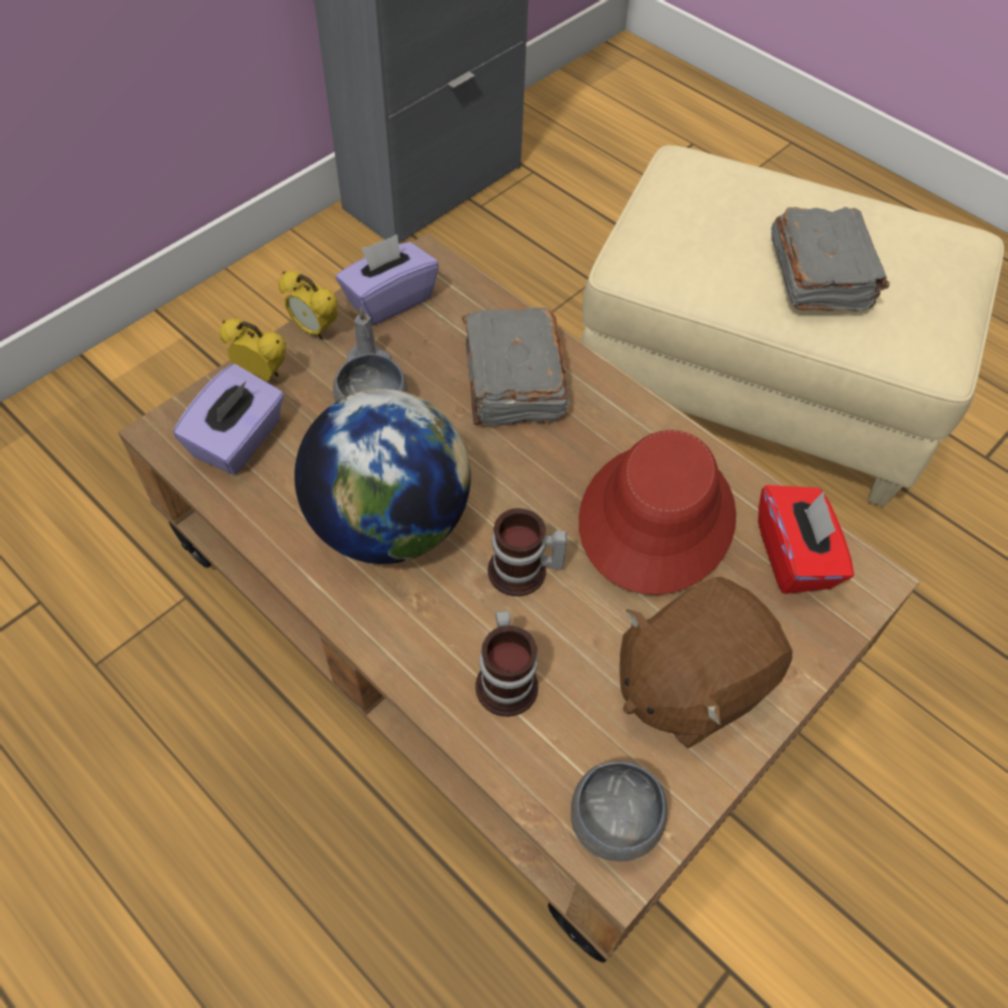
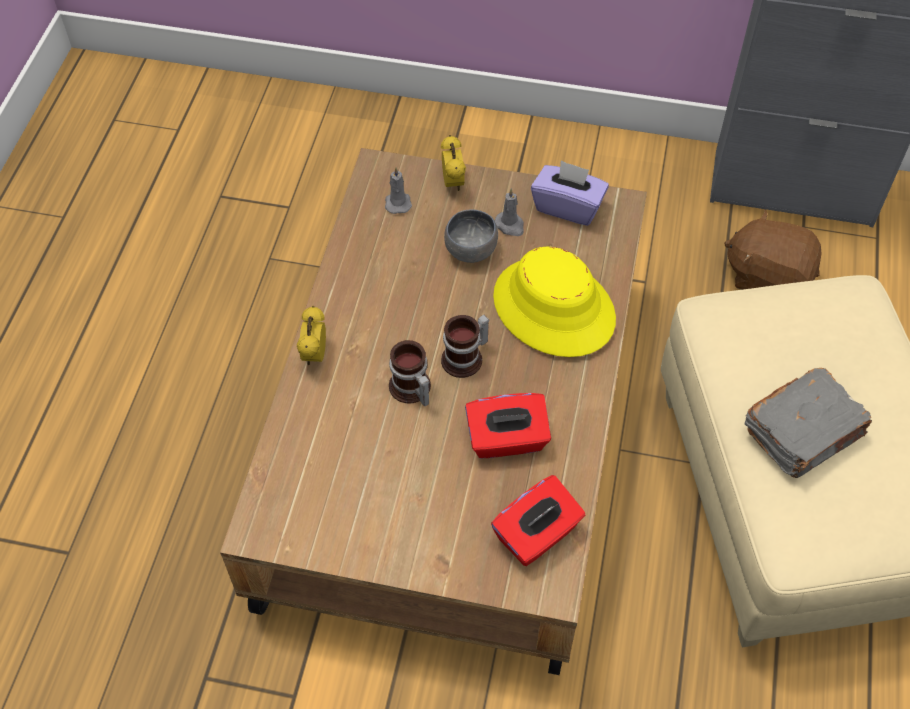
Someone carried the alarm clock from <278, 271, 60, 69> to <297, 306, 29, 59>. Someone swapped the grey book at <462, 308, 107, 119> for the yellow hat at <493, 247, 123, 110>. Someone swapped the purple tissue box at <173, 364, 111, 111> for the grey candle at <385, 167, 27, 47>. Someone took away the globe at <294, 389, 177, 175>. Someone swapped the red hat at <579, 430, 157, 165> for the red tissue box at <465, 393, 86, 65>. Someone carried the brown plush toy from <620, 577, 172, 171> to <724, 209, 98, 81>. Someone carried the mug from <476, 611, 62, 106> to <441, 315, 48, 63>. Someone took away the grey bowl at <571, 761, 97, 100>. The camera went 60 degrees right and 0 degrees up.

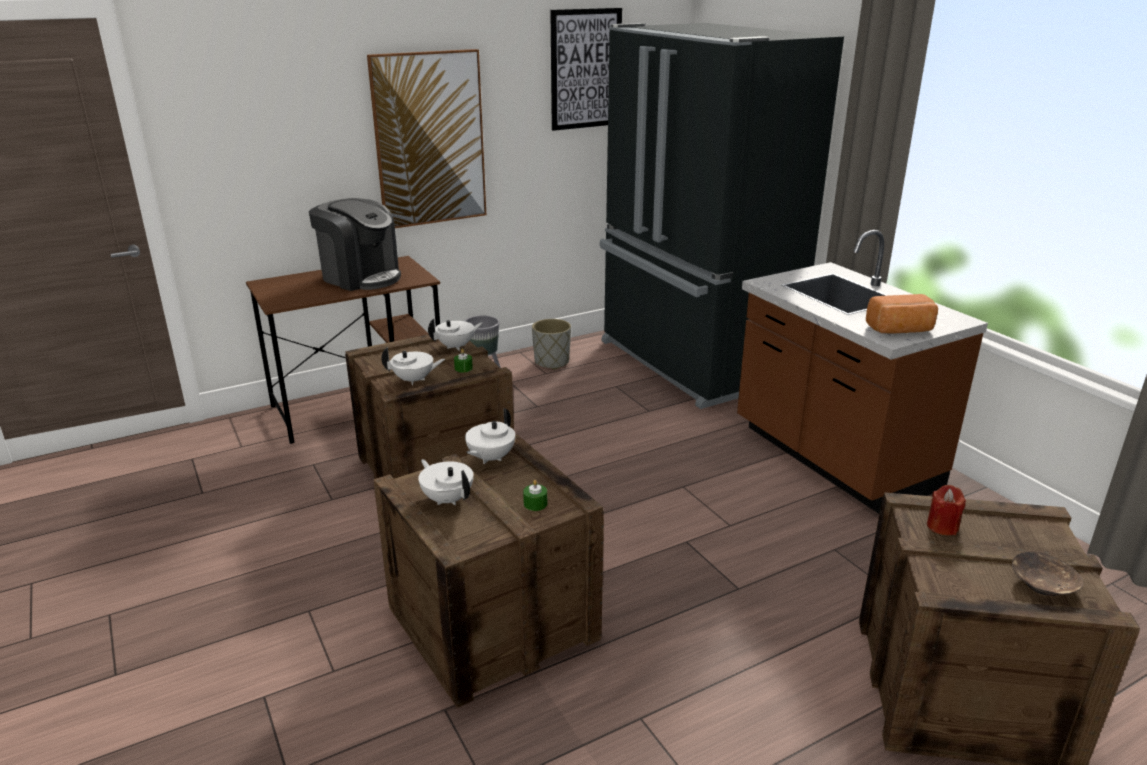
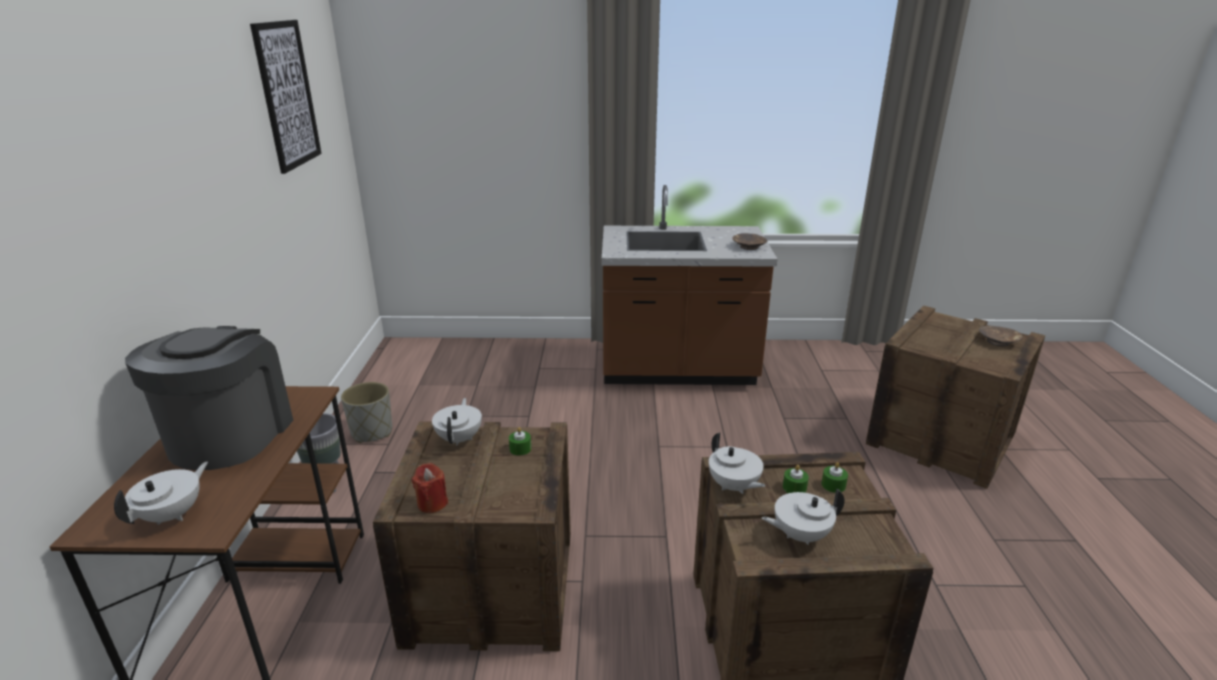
Someone took away the black fridge at <600, 23, 244, 386>. Someone took away the picture at <367, 49, 119, 179>. Someone rotated the coffee machine at <309, 198, 92, 93> by 60 degrees counterclockwise. Someone swapped the bread at <866, 294, 72, 40> for the brown bowl at <732, 233, 35, 17>. Someone carried the white teapot from <381, 347, 64, 38> to <114, 462, 94, 63>. Someone carried the red candle from <927, 485, 39, 50> to <412, 463, 36, 50>. Someone put down the green candle at <783, 465, 26, 28>. The camera went 60 degrees left and 0 degrees up.

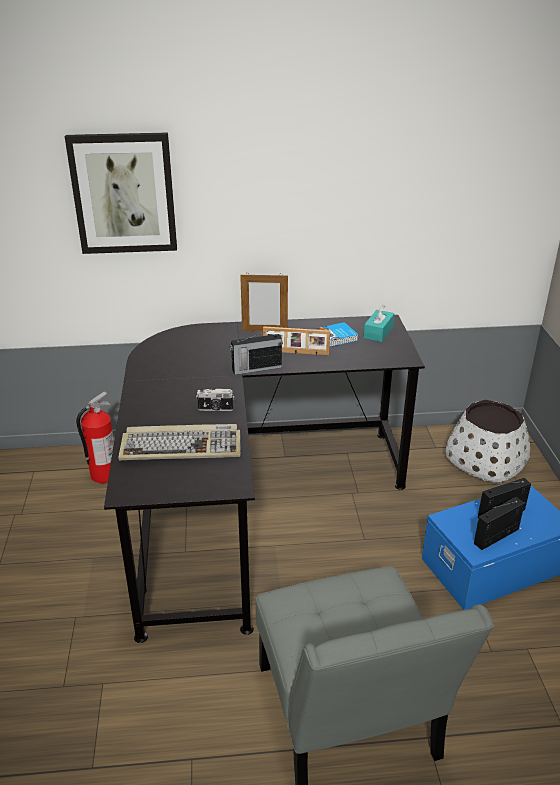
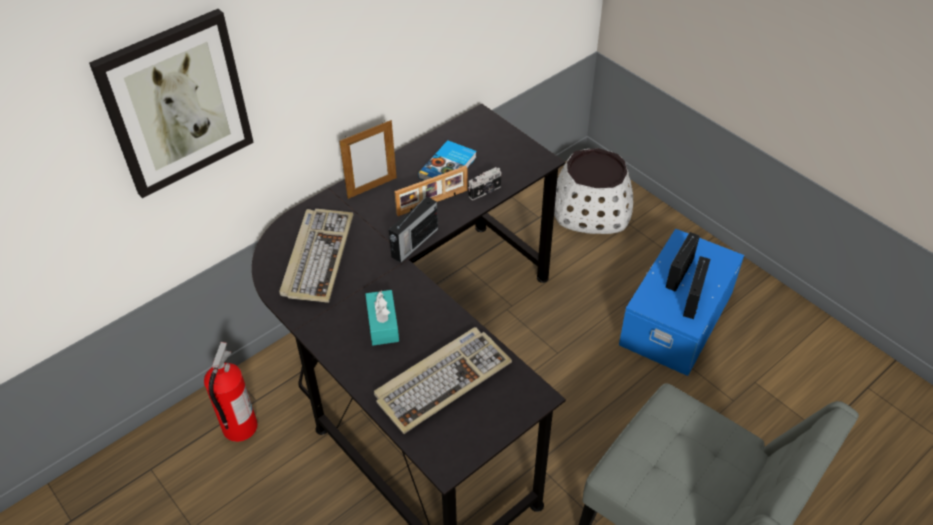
Someone carried the turquoise tissue box from <363, 304, 32, 38> to <365, 290, 34, 55>. Someone carried the photo camera from <196, 388, 38, 23> to <468, 167, 34, 33>. Someone put down the keyboard at <279, 209, 74, 94>. The camera went 35 degrees left and 15 degrees up.

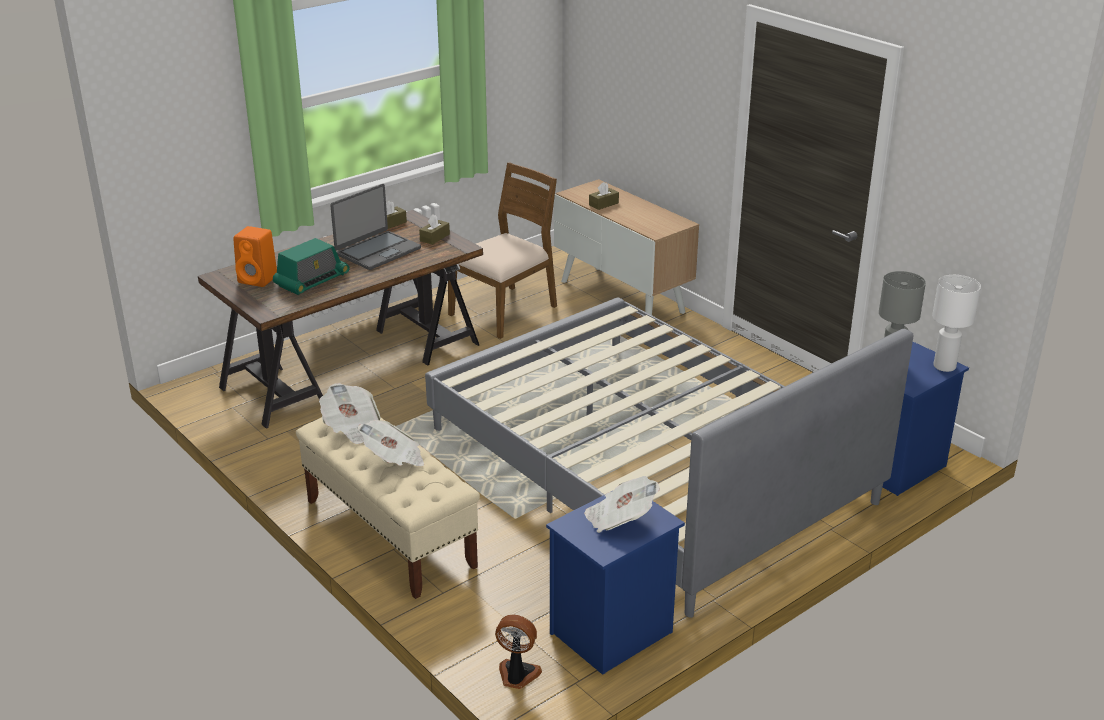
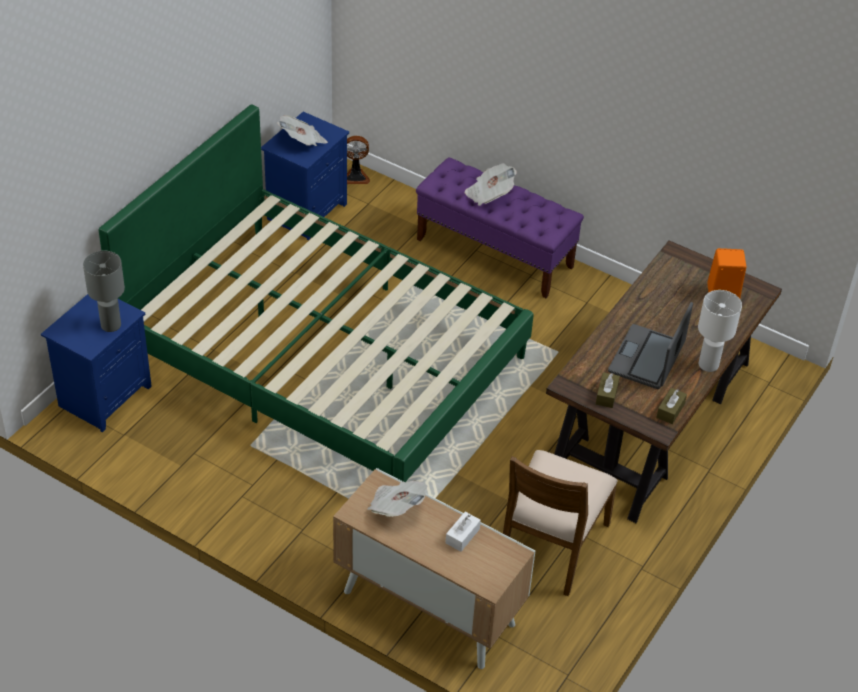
Someone repainted the brown tissue box at <589, 182, 30, 28>, which became the white tissue box at <445, 512, 36, 40>. Someone took away the radio at <273, 238, 77, 57>. Someone carried the white table lamp from <932, 275, 49, 97> to <698, 290, 44, 82>. Someone repainted the grey bed at <425, 297, 488, 321>, which became the green bed at <99, 105, 435, 377>. Someone carried the newspaper from <319, 383, 62, 61> to <367, 480, 61, 37>. Someone repainted the beige bench at <296, 417, 184, 182>, which became the purple bench at <416, 157, 168, 141>. The camera went 160 degrees right and 15 degrees up.

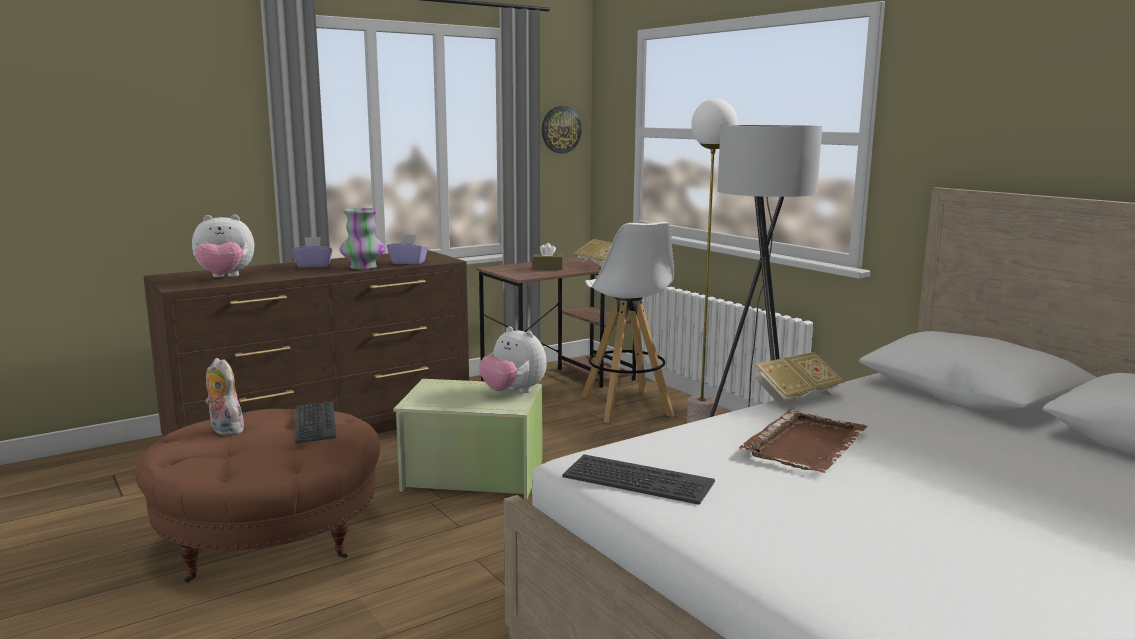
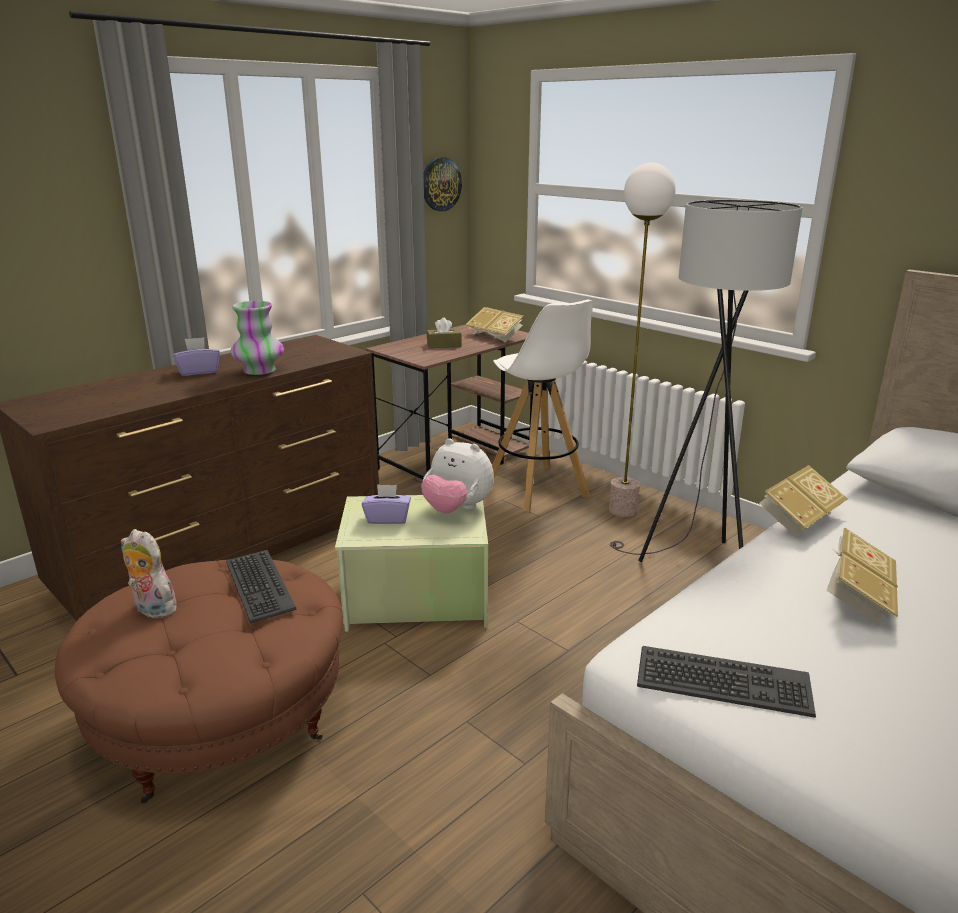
Someone took away the plush toy at <192, 214, 62, 63>. Someone carried the purple tissue box from <387, 235, 41, 30> to <362, 484, 49, 40>. Someone swapped the brown tray at <739, 409, 129, 64> for the book at <826, 527, 72, 98>. The camera went 10 degrees left and 10 degrees up.

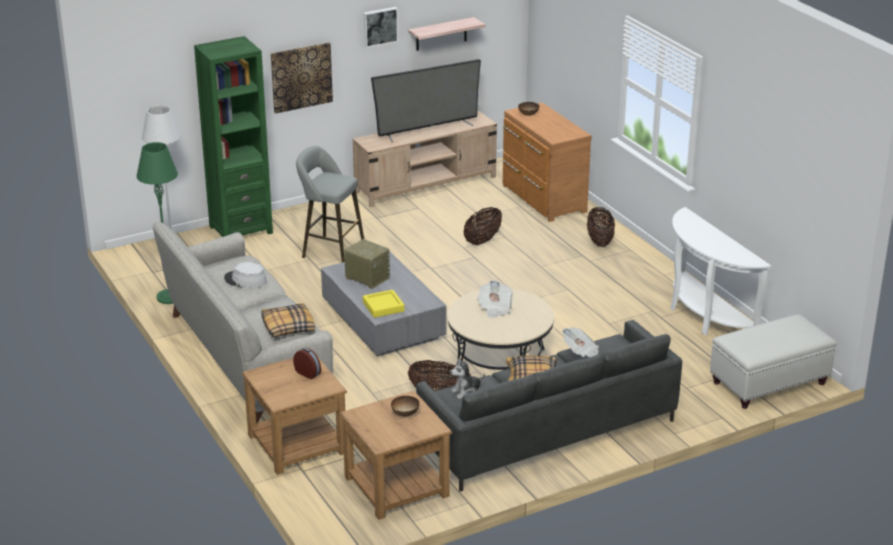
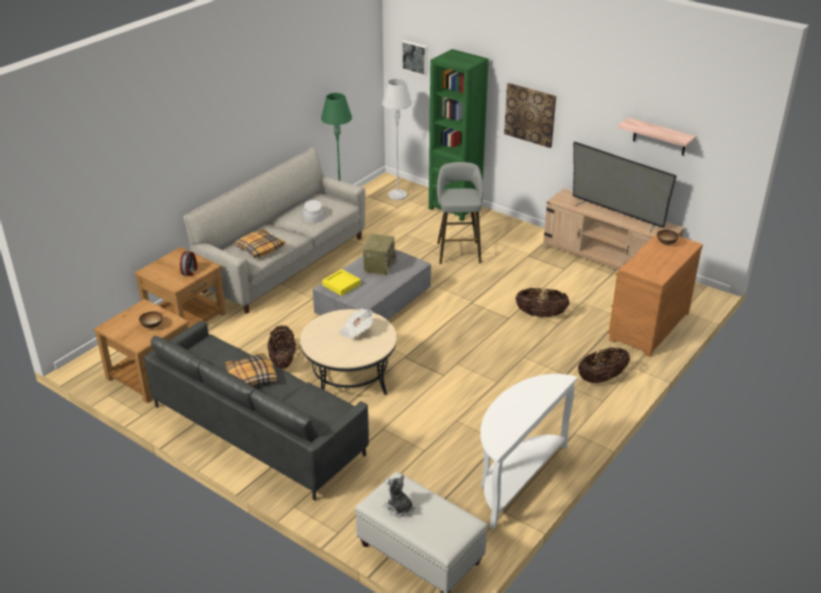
Someone carried the picture from <364, 7, 34, 41> to <402, 40, 26, 36>. Someone took away the newspaper at <562, 327, 37, 30>. Someone carried the plush toy from <450, 358, 35, 41> to <383, 474, 32, 43>. The camera went 65 degrees right and 5 degrees up.

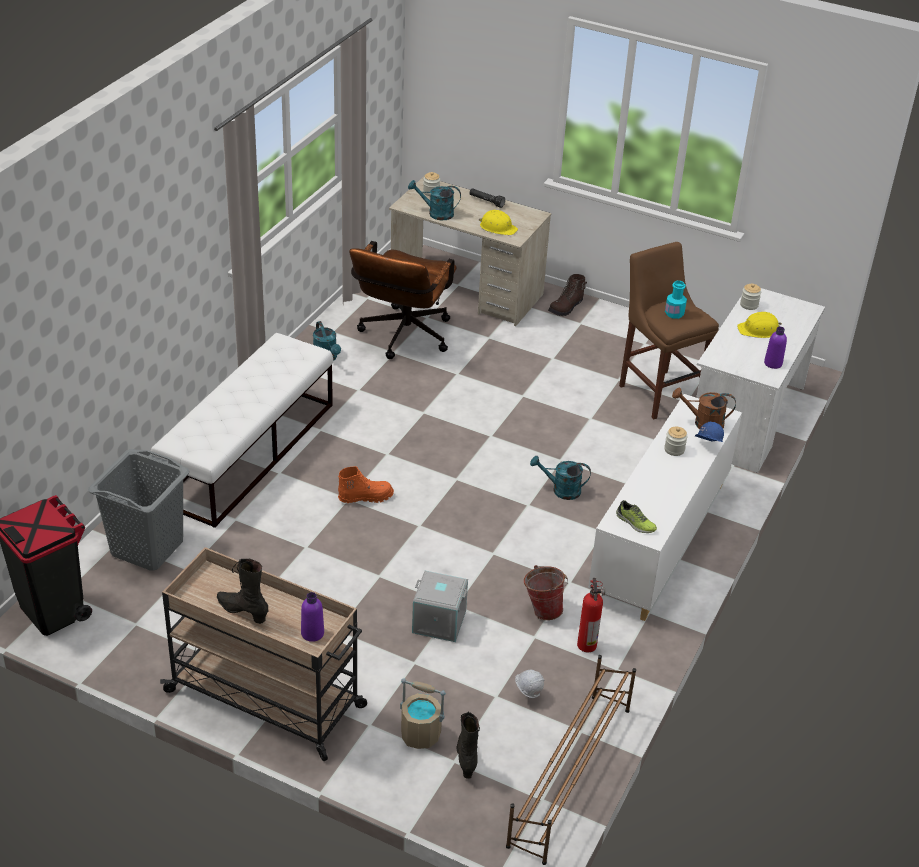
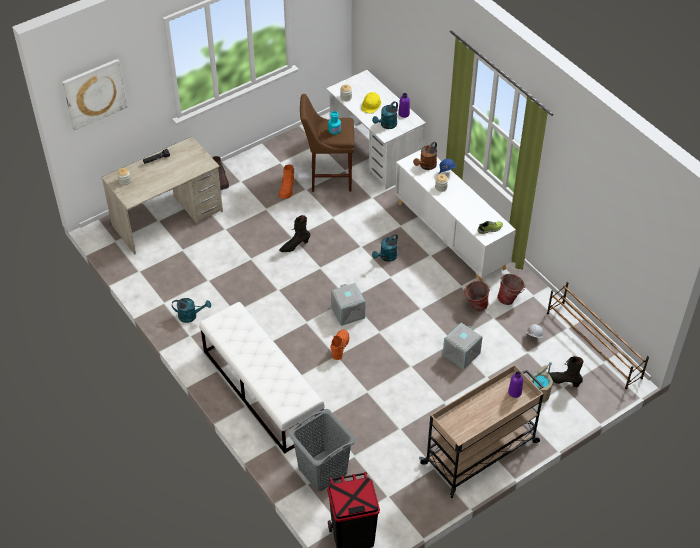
Someone carried the turquoise watering can from <408, 180, 53, 40> to <372, 101, 26, 28>. Someone took away the yellow hard hat at <479, 210, 39, 25>. Someone took away the brown office chair at <349, 241, 108, 118>. Someone carried the black boot from <217, 559, 52, 65> to <279, 215, 31, 37>. Someone swapped the fire extinguisher at <577, 578, 28, 74> for the bucket at <497, 274, 29, 31>. Someone put up the picture at <62, 59, 65, 71>. Someone put down the orange boot at <279, 165, 16, 34>. Someone put down the grey storage box at <331, 283, 34, 43>. The camera went 60 degrees left and 10 degrees up.

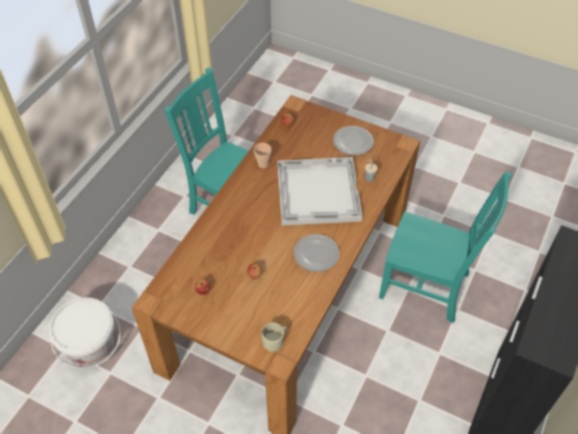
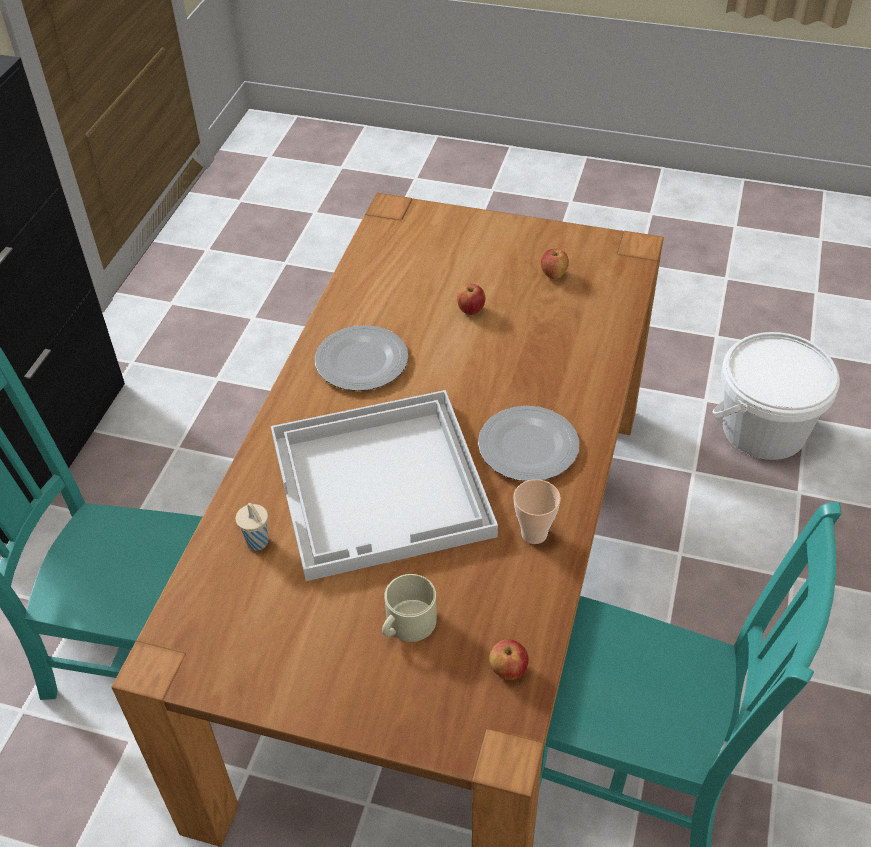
Someone carried the plate from <333, 126, 41, 29> to <478, 406, 101, 75>. Someone carried the beige mug from <262, 323, 25, 29> to <382, 574, 55, 68>. The camera went 170 degrees right and 5 degrees down.

